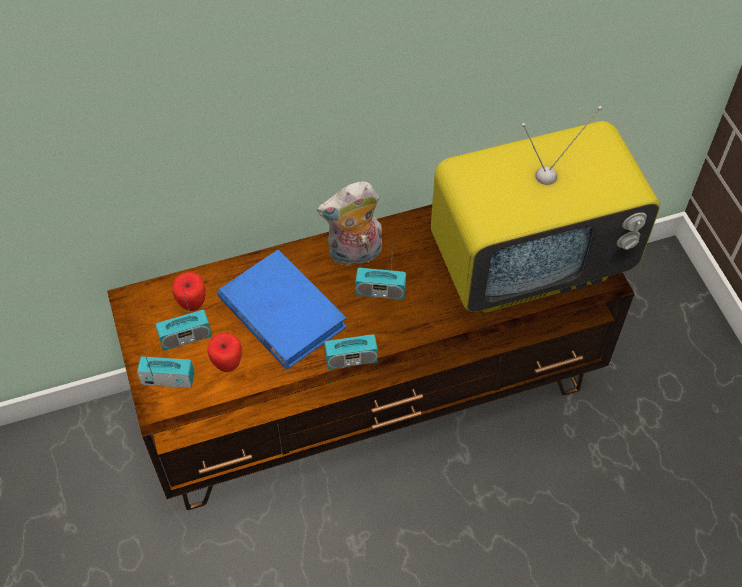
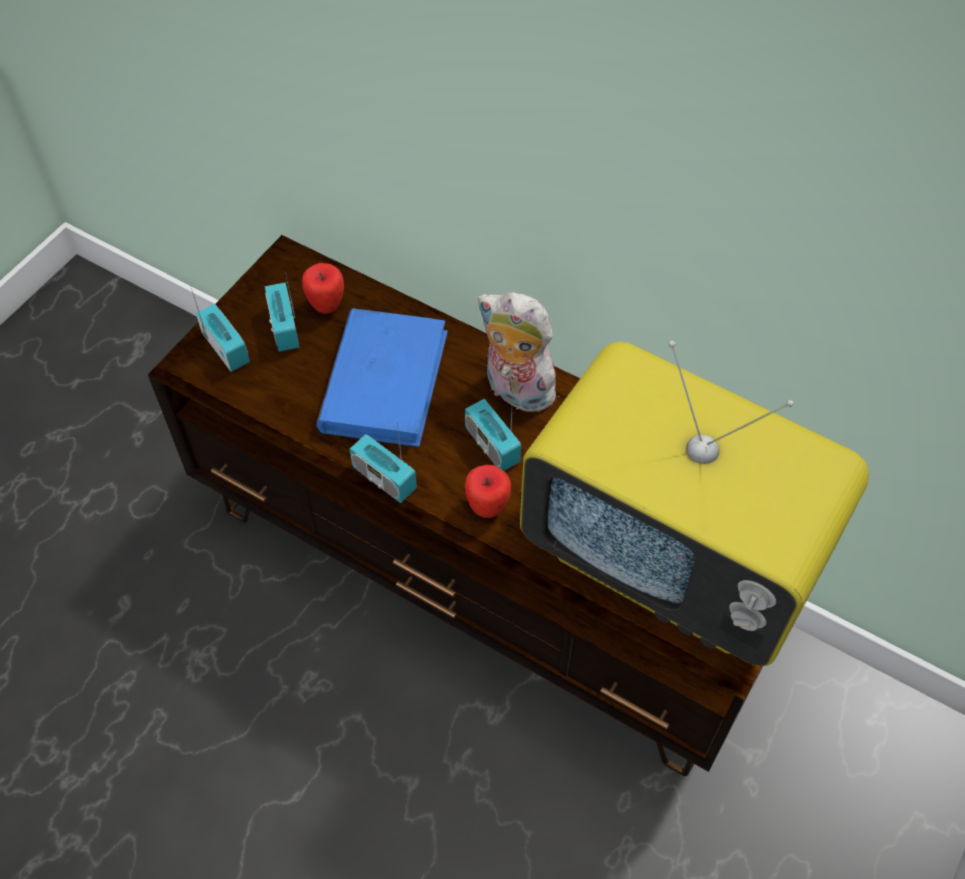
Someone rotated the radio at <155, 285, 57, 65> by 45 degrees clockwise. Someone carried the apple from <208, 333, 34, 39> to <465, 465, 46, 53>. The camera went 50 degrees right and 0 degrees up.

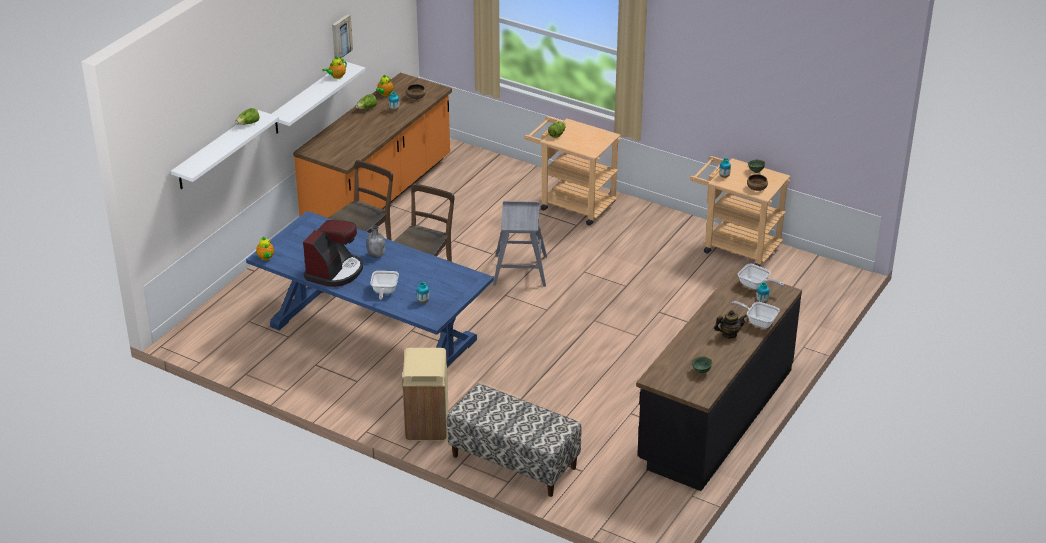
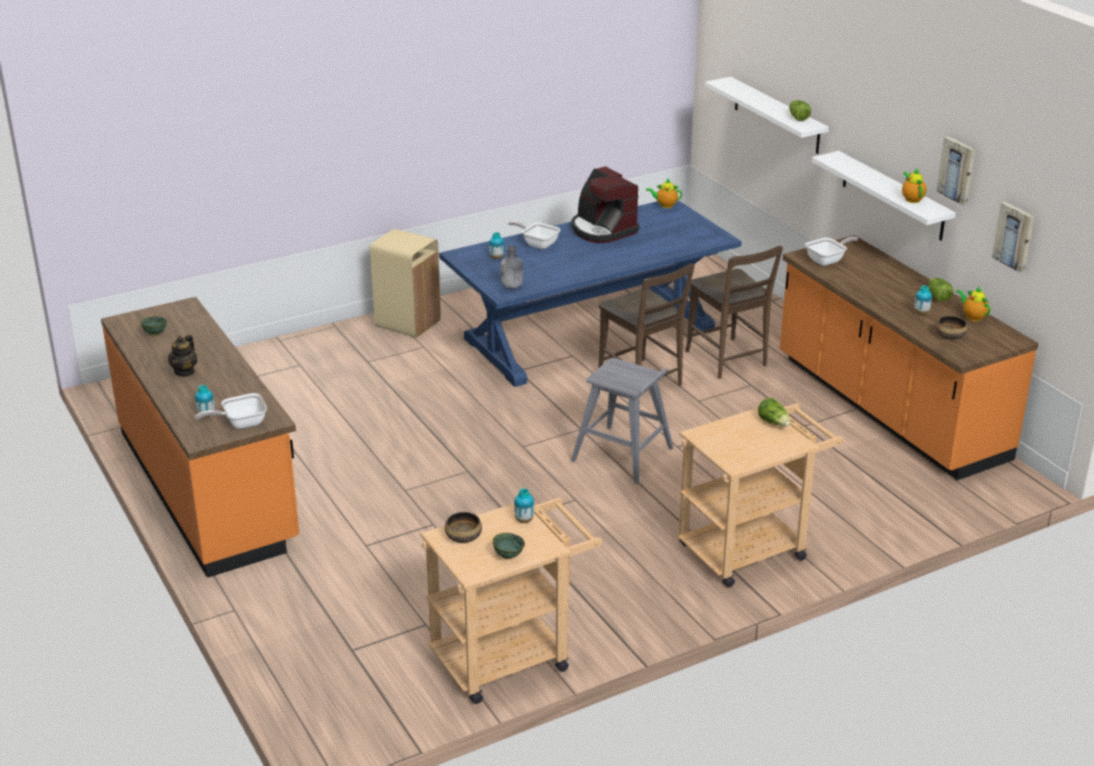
Someone carried the grey bottle from <367, 226, 18, 32> to <500, 246, 23, 43>. Someone repainted the black counter at <636, 268, 166, 223>, which became the orange counter at <101, 297, 198, 281>. Someone carried the frying pan from <731, 301, 49, 27> to <805, 236, 53, 30>. Someone took away the bench at <447, 384, 135, 113>. Someone put up the picture at <992, 202, 43, 71>. The camera went 120 degrees right and 5 degrees down.

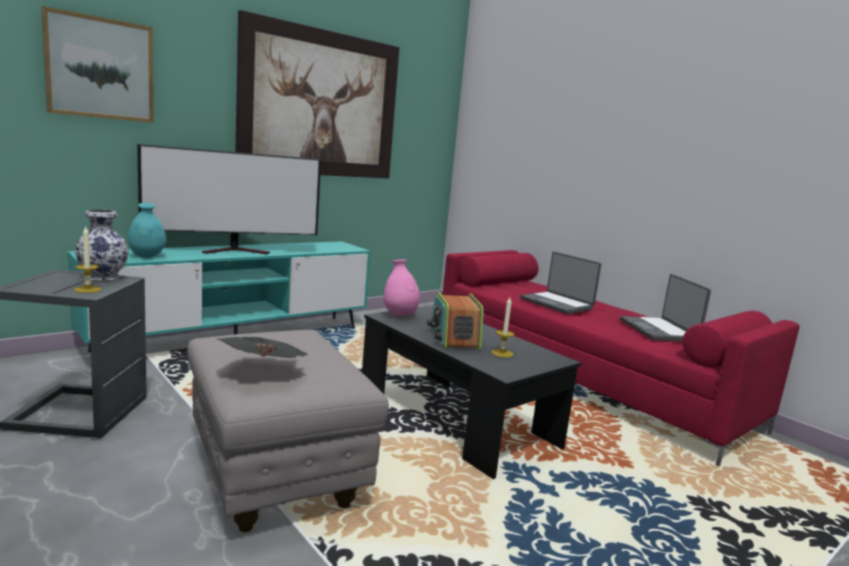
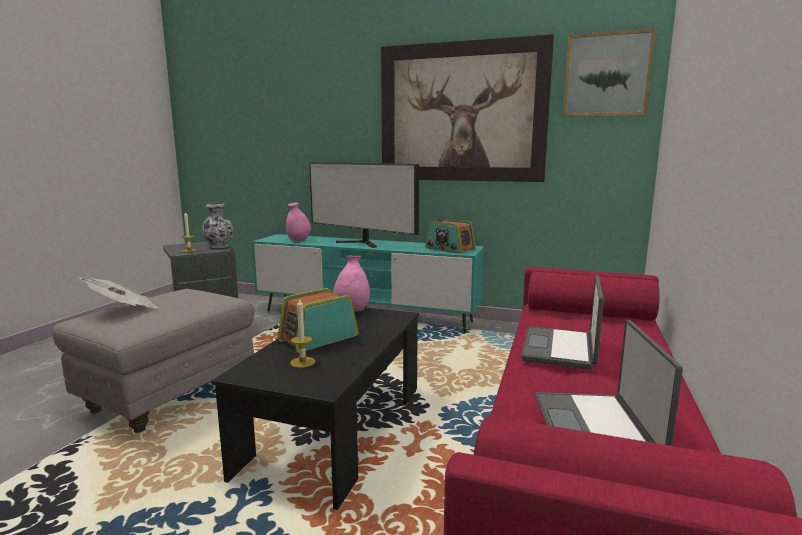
Someone carried the picture from <41, 6, 113, 117> to <563, 28, 93, 89>. Someone repainted the turquoise vase at <128, 203, 38, 55>, which became the pink vase at <286, 203, 25, 38>. Someone rotated the laptop at <620, 274, 91, 67> by 45 degrees counterclockwise. Someone put down the radio at <425, 219, 50, 35>. The camera went 60 degrees right and 0 degrees up.

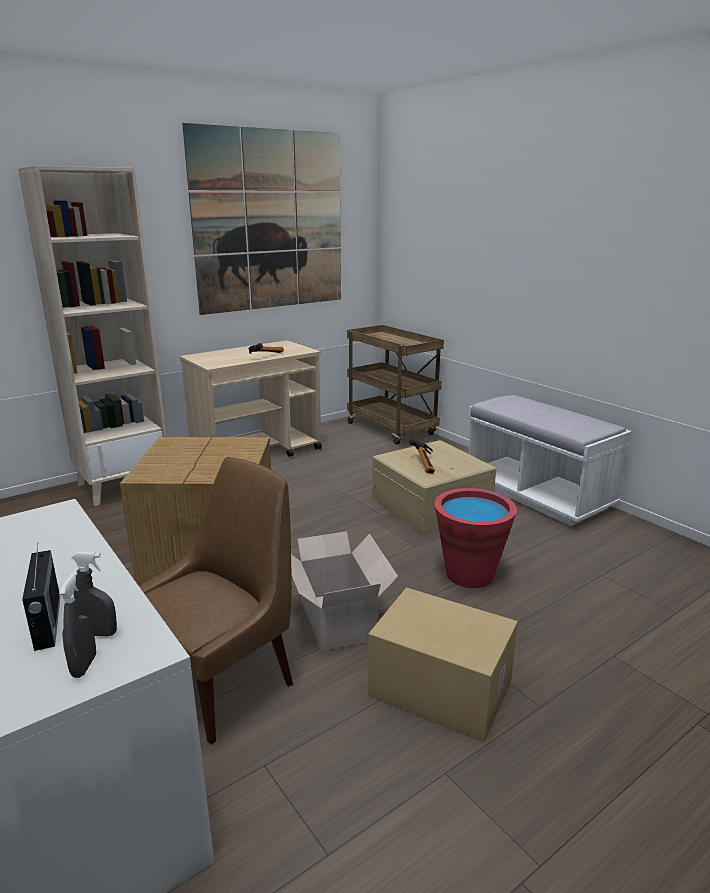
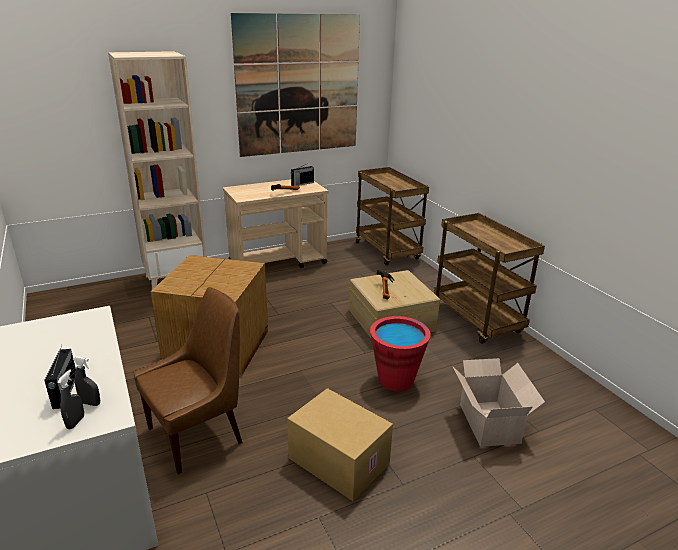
Someone swapped the white bench at <468, 395, 164, 131> for the brown cart at <434, 213, 111, 131>. Someone carried the cardboard box from <291, 531, 107, 121> to <453, 358, 92, 89>. Someone put down the radio at <291, 163, 23, 23>. The camera went 10 degrees right and 5 degrees up.

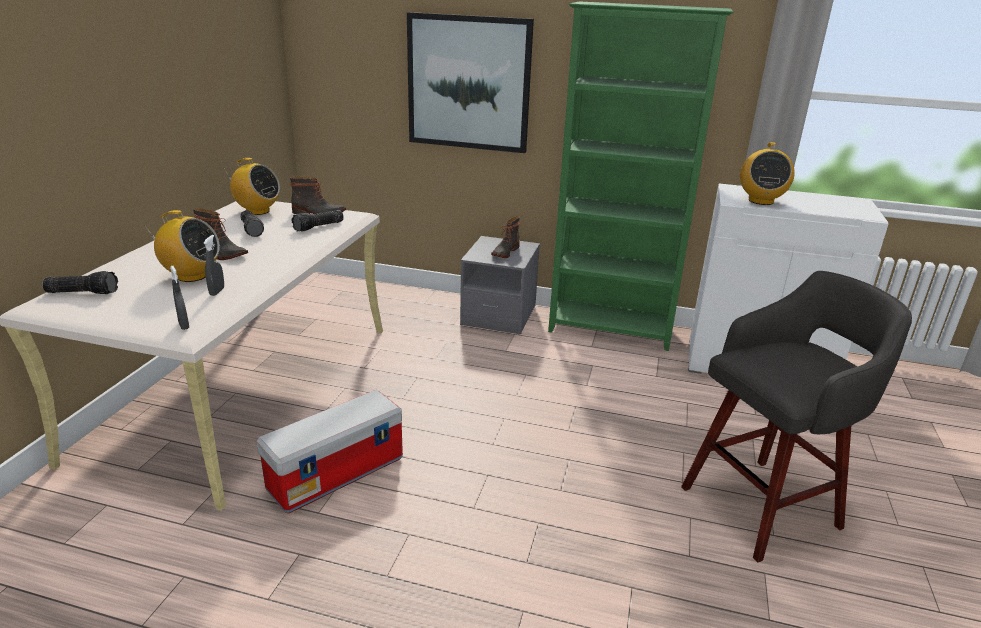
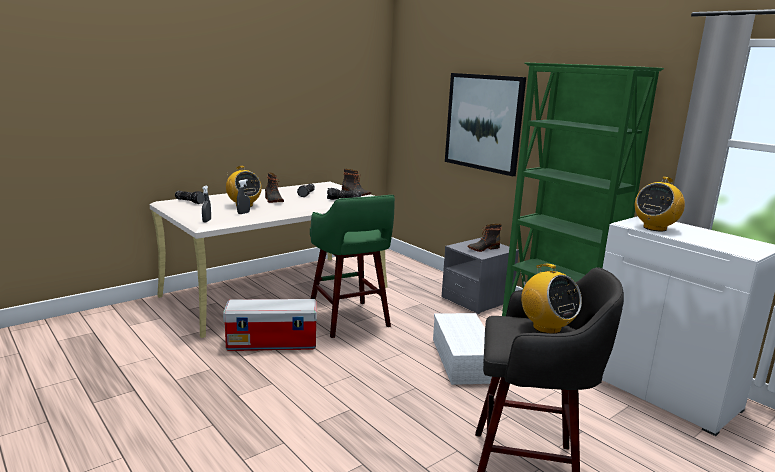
Someone carried the radio from <223, 158, 57, 57> to <521, 264, 61, 70>. Someone put down the green stool at <310, 195, 85, 143>. Someone put down the white storage box at <433, 313, 59, 72>. The camera went 35 degrees right and 10 degrees down.

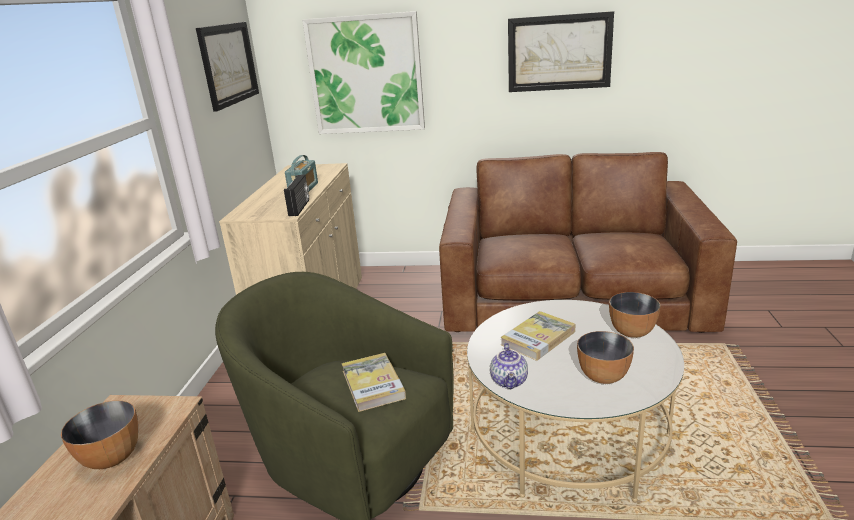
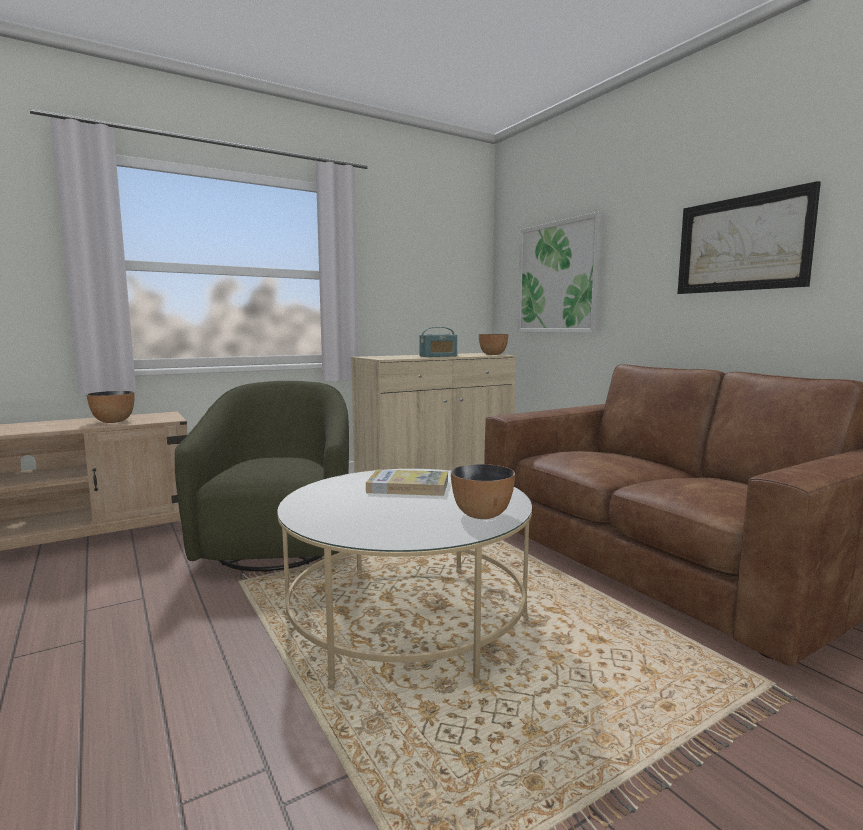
Someone took away the picture at <196, 22, 63, 90>. Someone took away the radio at <284, 175, 25, 41>. Someone carried the bowl from <577, 331, 57, 53> to <479, 334, 29, 21>. Someone took away the teapot at <490, 343, 38, 46>. Someone took away the book at <341, 353, 65, 59>. The camera went 50 degrees right and 15 degrees down.

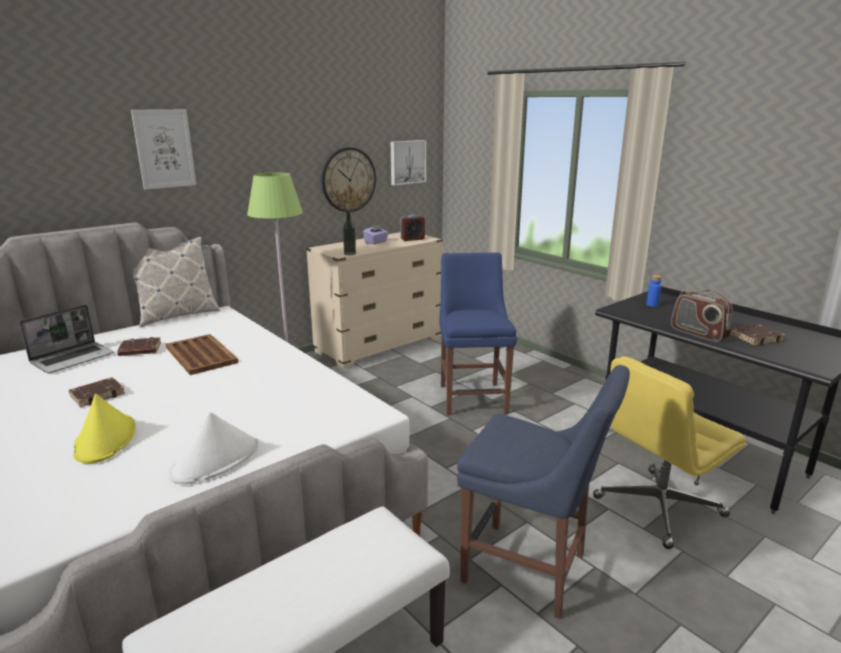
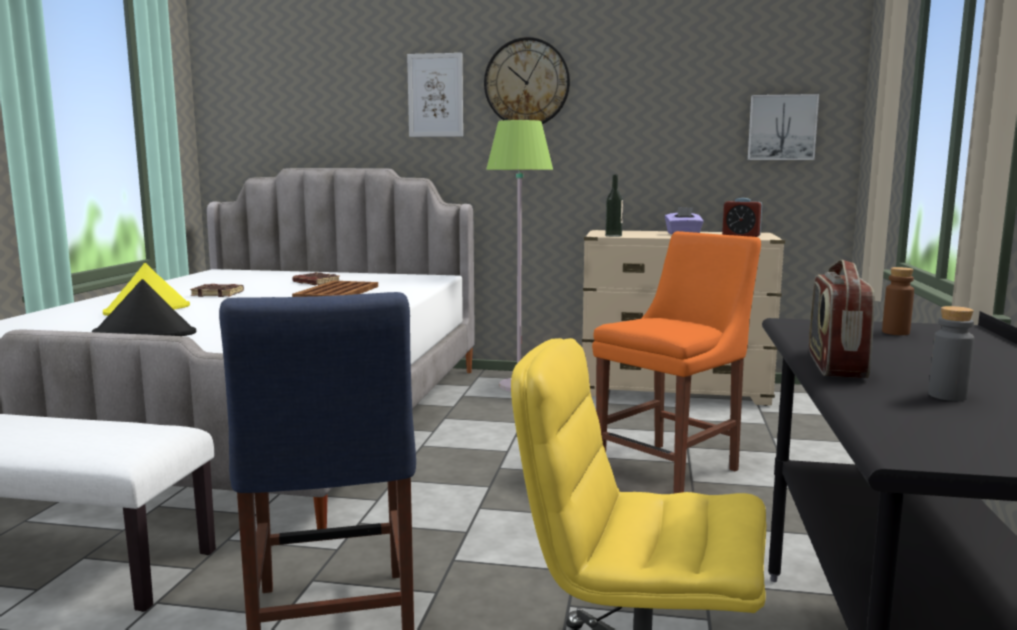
Someone carried the wall clock from <321, 148, 55, 64> to <484, 37, 86, 87>. Someone took away the pillow at <133, 237, 87, 90>. Someone repainted the blue chair at <440, 252, 77, 163>, which became the orange chair at <592, 231, 169, 263>. Someone repainted the blue bottle at <646, 275, 16, 32>, which became the brown bottle at <882, 267, 32, 68>. Someone took away the laptop at <19, 305, 95, 68>. Someone swapped the brown book at <730, 325, 56, 21> for the grey bottle at <928, 306, 46, 95>. Someone repainted the white hat at <168, 412, 91, 72>, which became the black hat at <92, 279, 104, 57>. The camera went 50 degrees right and 10 degrees down.

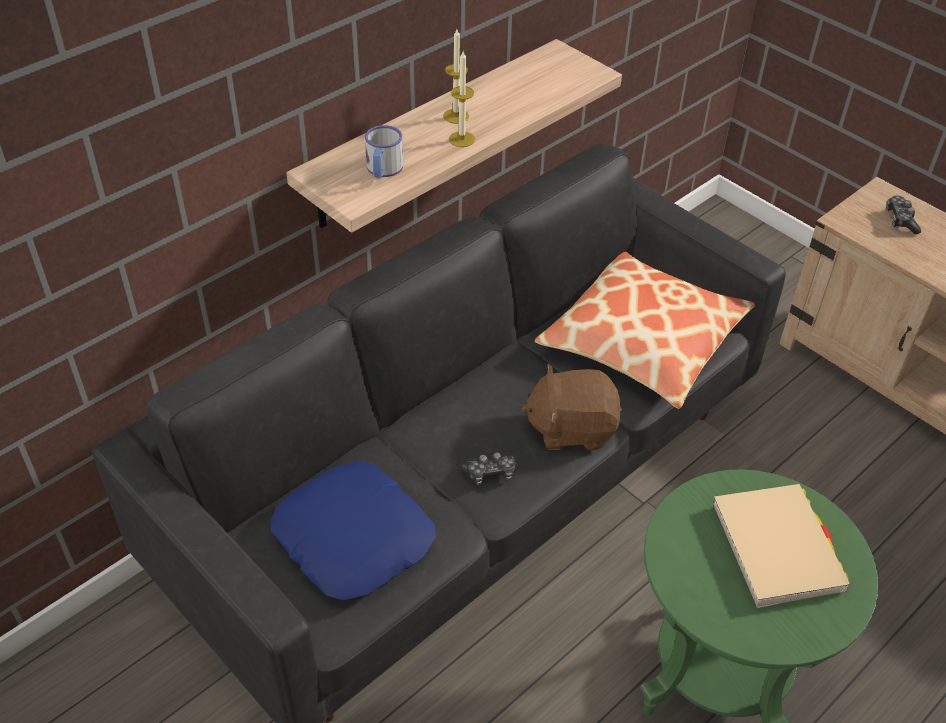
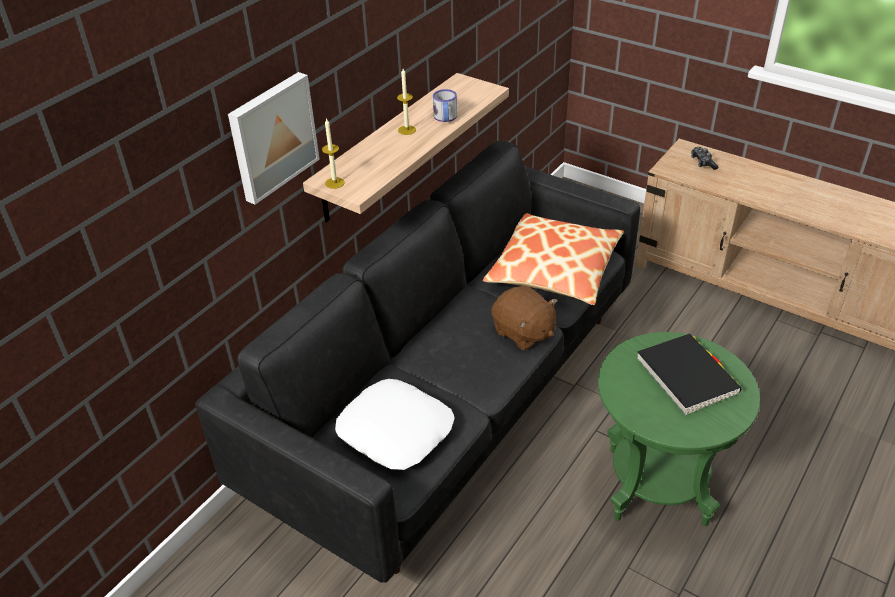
Someone carried the candle from <449, 52, 26, 95> to <322, 118, 23, 71>. Someone carried the mug from <365, 125, 38, 53> to <433, 89, 24, 33>. Someone rotated the brown plush toy at <521, 364, 101, 86> by 120 degrees counterclockwise. Someone took away the game controller at <460, 452, 56, 33>. Someone repainted the blue pillow at <270, 461, 166, 139>, which became the white pillow at <335, 379, 120, 91>. Someone repainted the beige book at <713, 484, 138, 124>, which became the black book at <637, 334, 105, 81>. Someone put up the picture at <228, 72, 92, 133>. The camera went 10 degrees left and 5 degrees down.

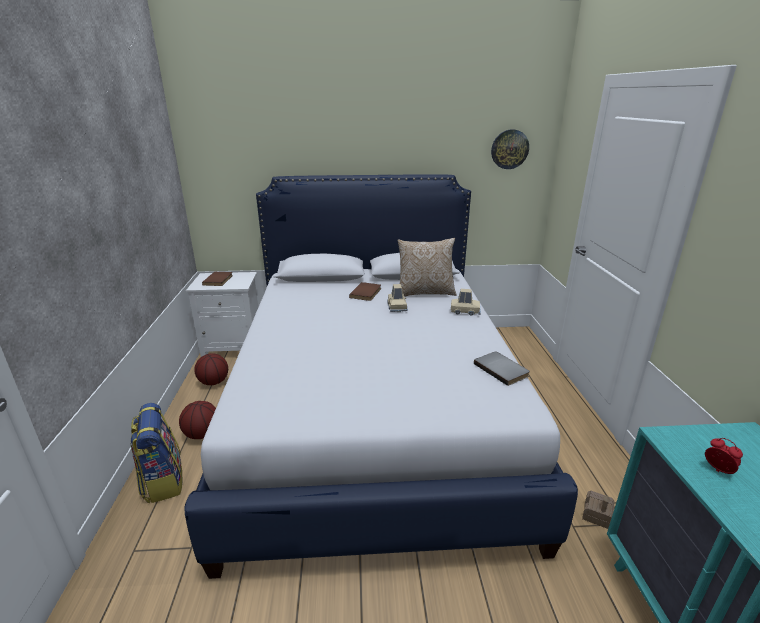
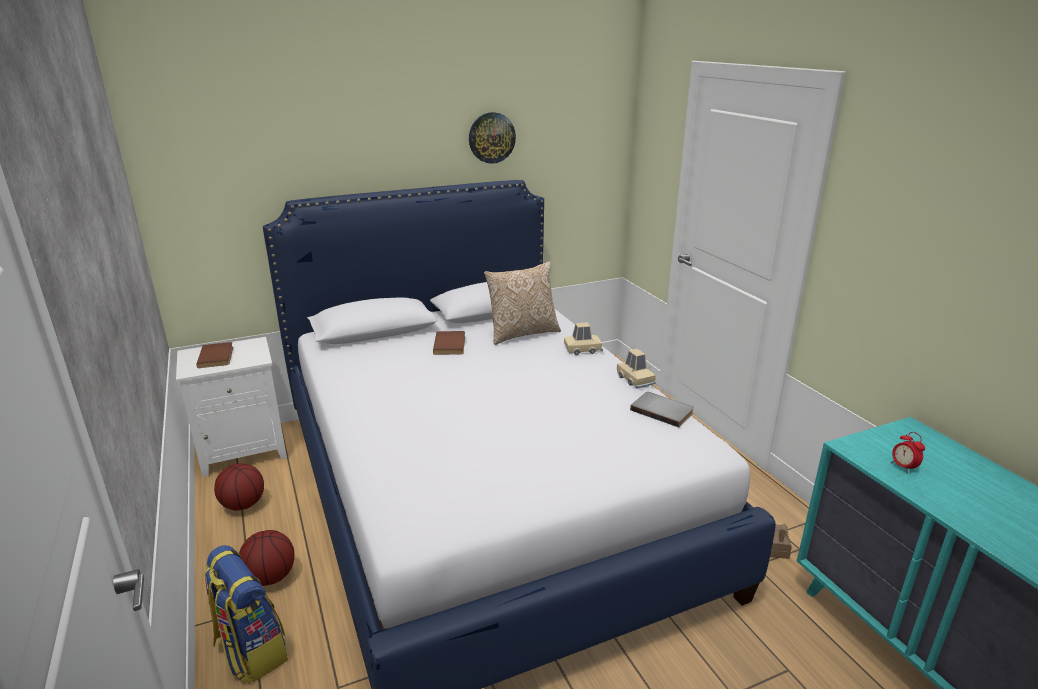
Someone carried the wall clock from <491, 129, 38, 40> to <469, 112, 47, 52>. Someone carried the beige toy car from <388, 284, 20, 28> to <617, 349, 39, 40>. Someone rotated the alarm clock at <705, 438, 38, 36> by 150 degrees counterclockwise. The camera went 20 degrees left and 0 degrees up.

